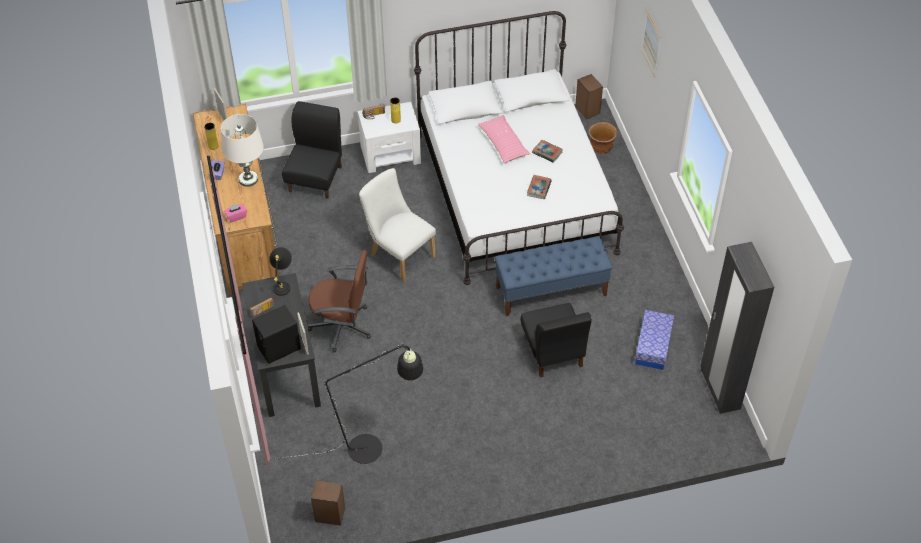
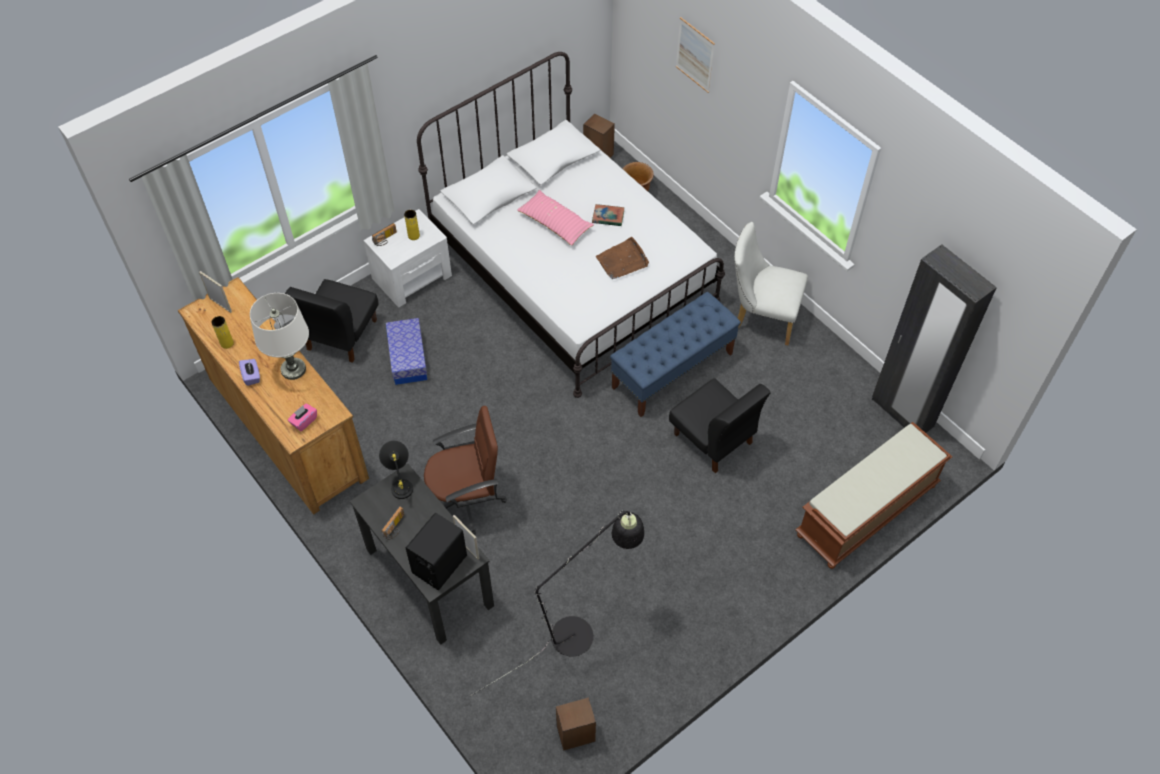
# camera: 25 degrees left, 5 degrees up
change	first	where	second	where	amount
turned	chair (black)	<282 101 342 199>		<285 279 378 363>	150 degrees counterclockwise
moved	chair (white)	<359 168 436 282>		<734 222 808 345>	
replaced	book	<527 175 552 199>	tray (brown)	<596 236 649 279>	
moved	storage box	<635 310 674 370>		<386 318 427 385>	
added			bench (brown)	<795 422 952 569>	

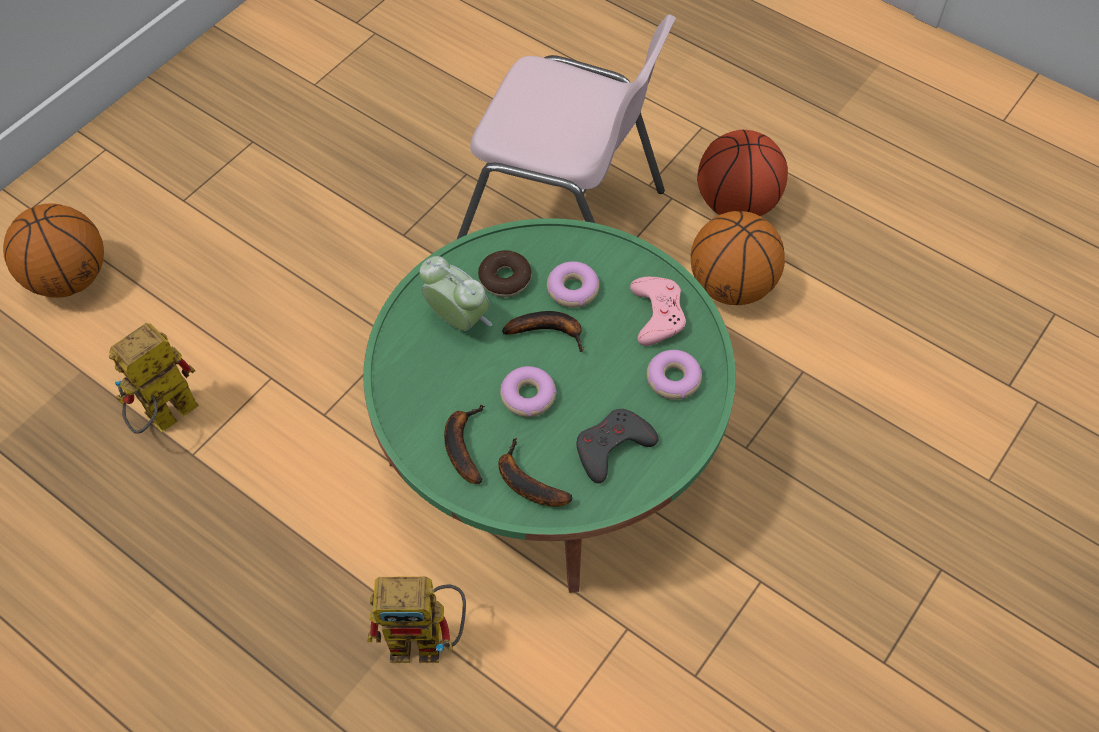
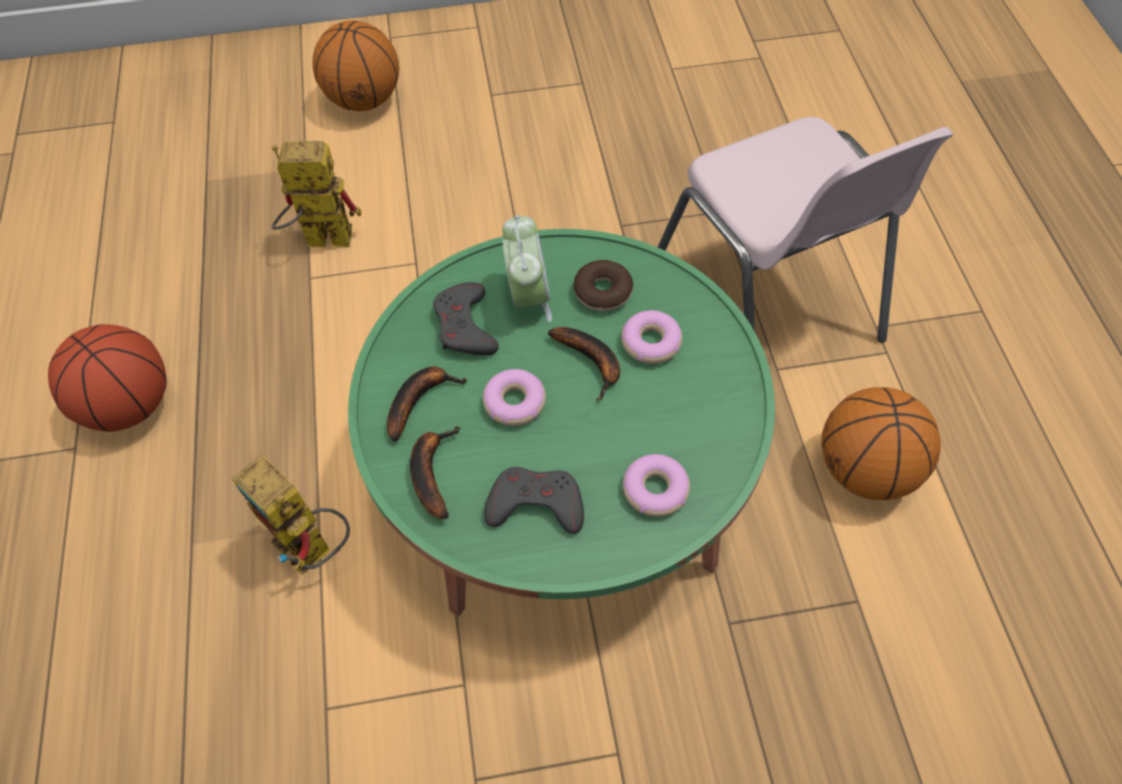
# camera: 45 degrees right, 0 degrees up
change	first	where	second	where	amount
removed	game controller (pink)	<630 277 686 346>			
moved	basketball	<697 130 788 216>		<48 324 167 432>	
added			game controller (grey)	<433 282 499 356>	

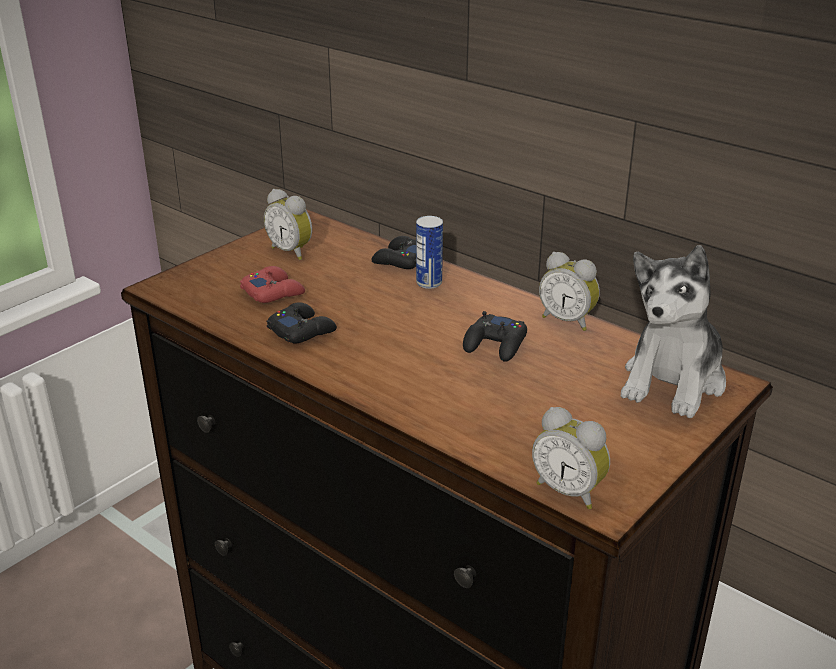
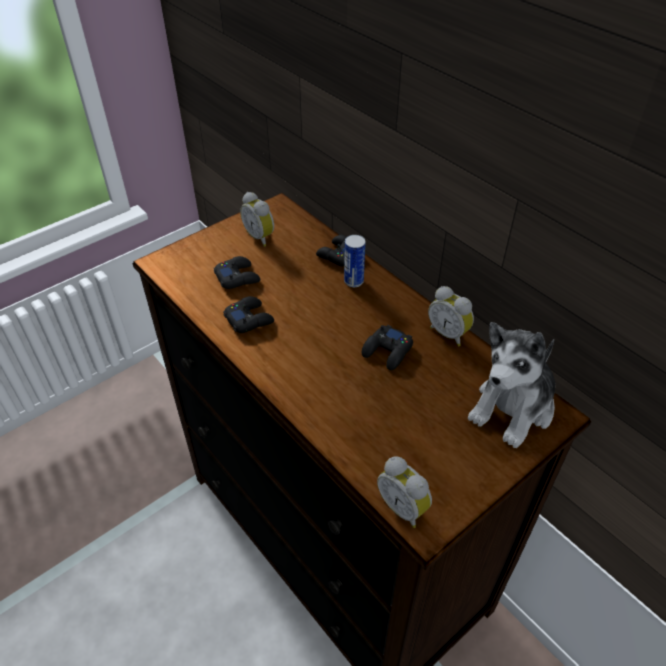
# camera: 10 degrees right, 15 degrees up
change	first	where	second	where	amount
recoloured	game controller (red)	<240 266 305 303>	game controller (black)	<214 256 260 289>	

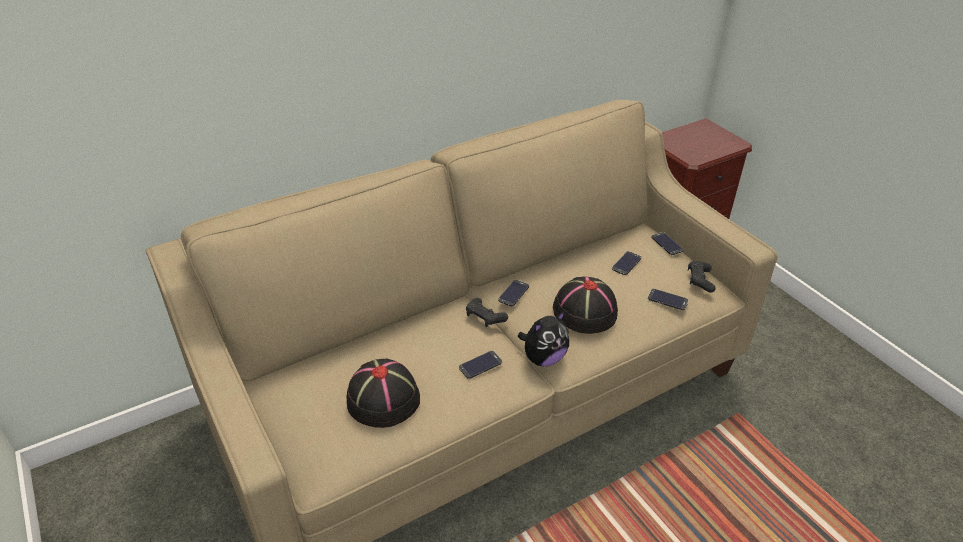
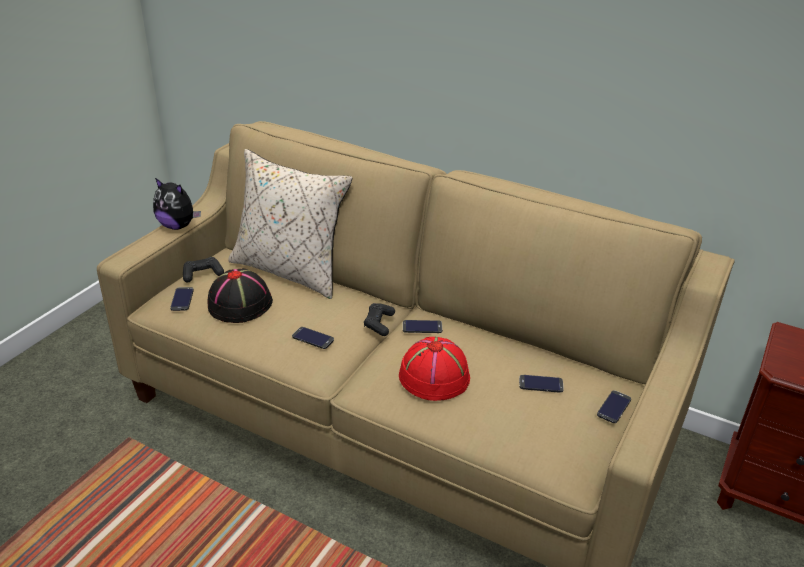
# camera: 60 degrees right, 5 degrees down
change	first	where	second	where	amount
moved	plush toy	<518 311 569 366>		<153 178 201 230>	
recoloured	hat (black)	<553 277 618 334>	hat (red)	<399 337 470 401>	
moved	phone	<648 289 688 310>		<170 287 194 311>	
moved	game controller (black)	<688 261 716 293>		<183 257 224 282>	
added			pillow (beige)	<228 149 352 299>	

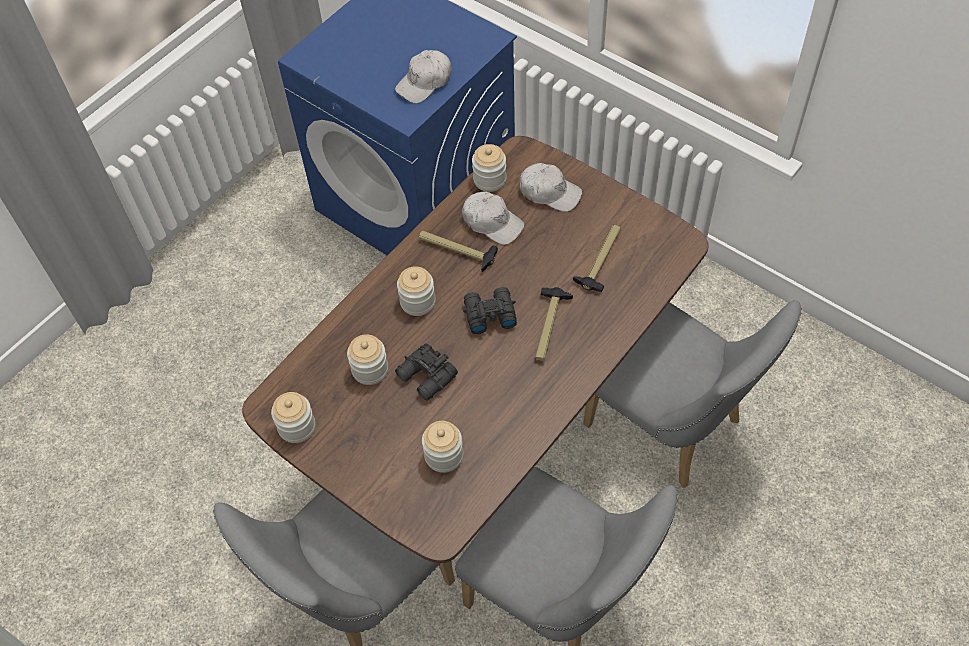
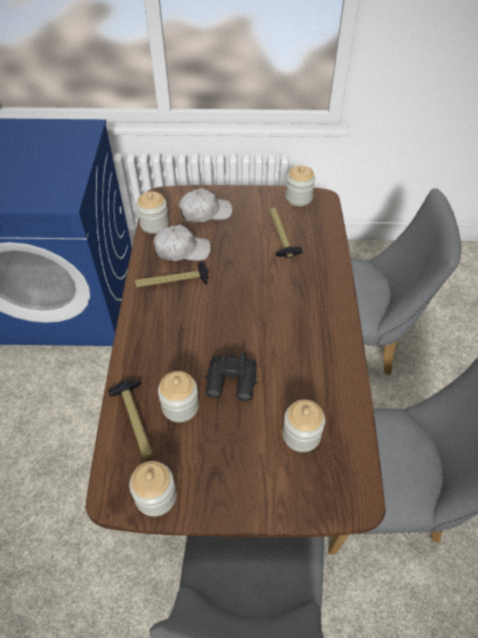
# camera: 40 degrees left, 5 degrees down
change	first	where	second	where	amount
removed	cap (white)	<395 50 452 103>			
moved	jar	<397 266 436 316>		<285 165 315 206>	
removed	binoculars (black)	<463 287 517 334>			
moved	hammer	<535 287 573 361>		<108 380 153 459>	

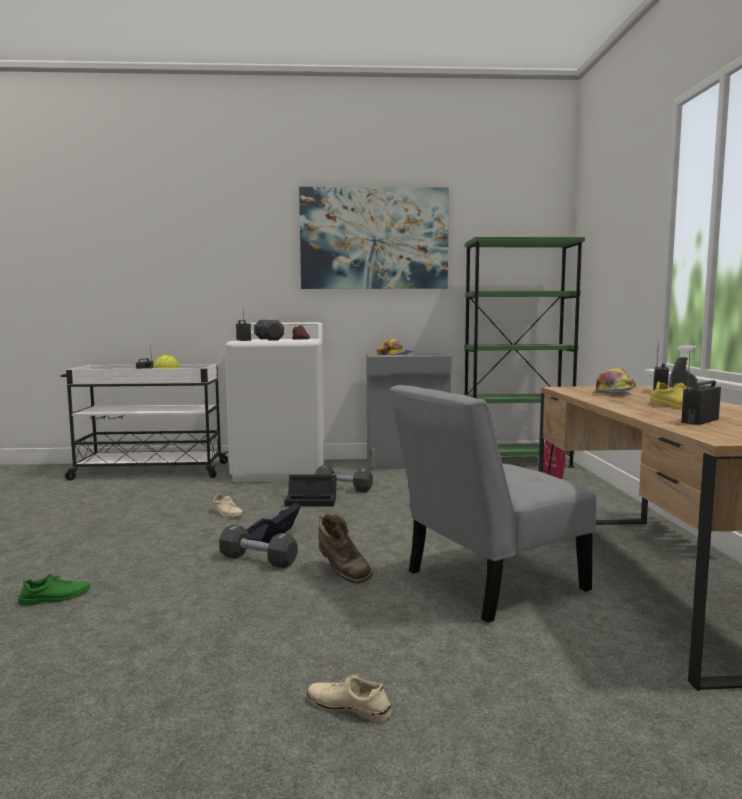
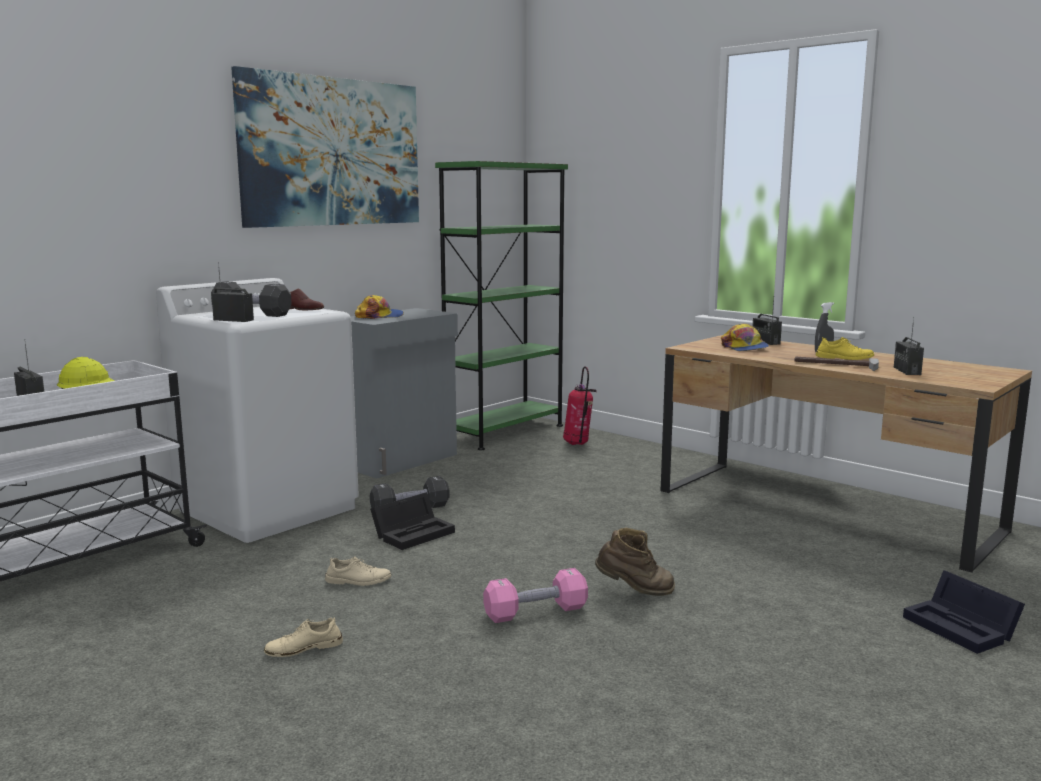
# camera: 45 degrees left, 5 degrees up
change	first	where	second	where	amount
removed	shoe (green)	<18 574 91 606>			
recoloured	dumbbell (black)	<219 525 298 568>	dumbbell (pink)	<483 568 588 623>	
moved	storage box (black)	<246 503 301 544>		<903 570 1025 654>	
moved	shoe (beige)	<307 674 391 722>		<264 617 343 657>	
removed	chair (grey)	<389 385 597 623>			
added			hammer	<794 357 879 371>	

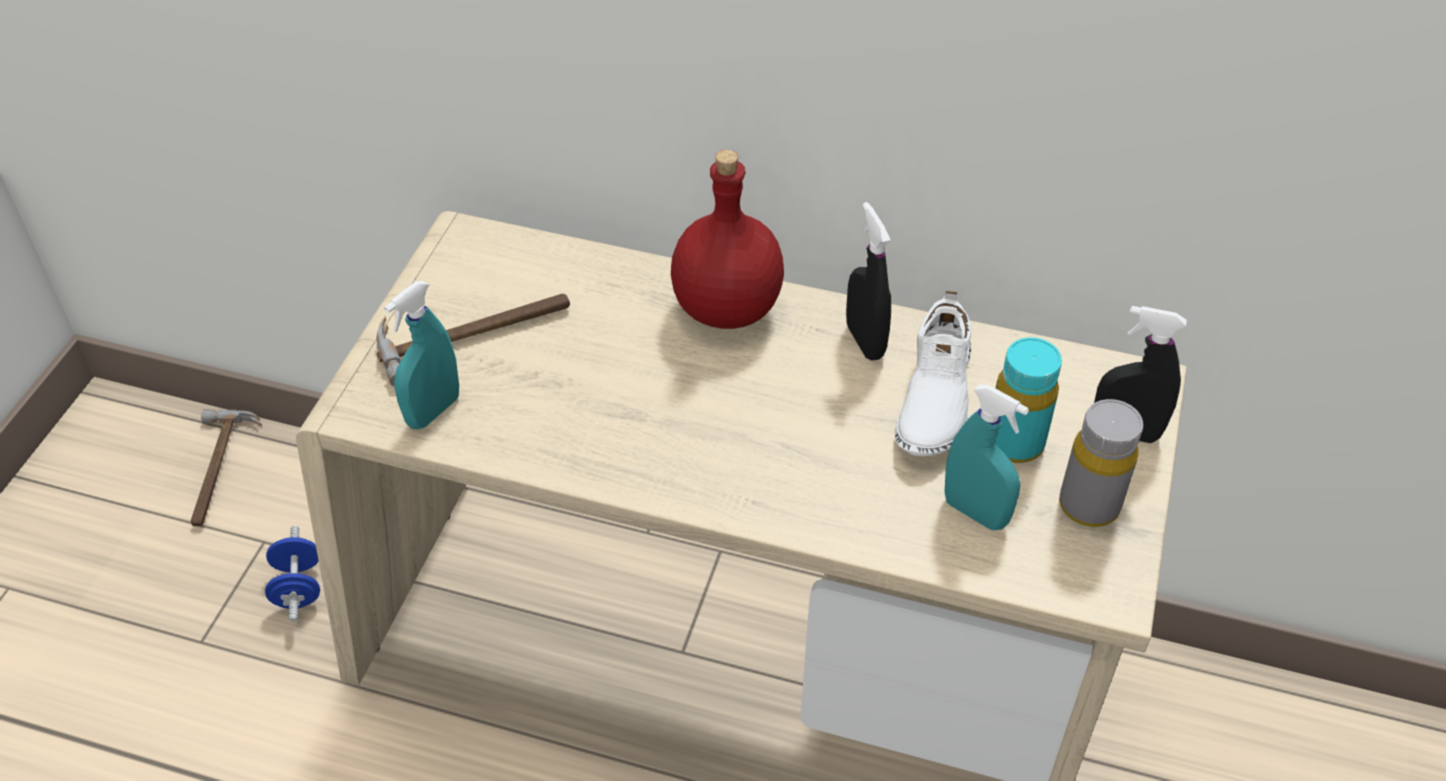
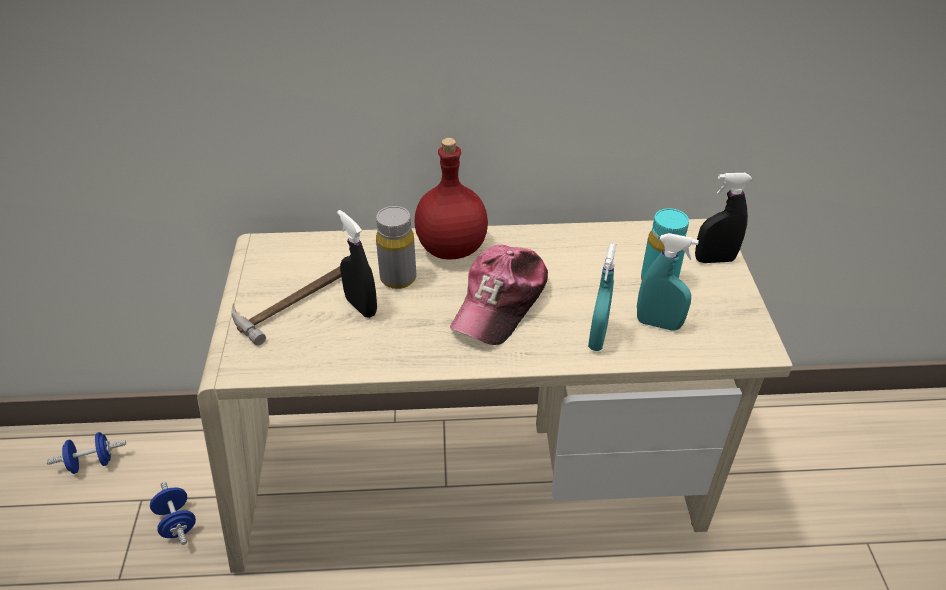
# camera: 20 degrees left, 5 degrees down
change	first	where	second	where	amount
replaced	hammer	<191 409 262 526>	dumbbell (blue)	<46 432 126 474>	
moved	spray bottle (turquoise)	<384 281 459 429>		<588 243 616 351>	
moved	spray bottle (black)	<846 202 891 360>		<337 210 377 318>	
removed	shoe (white)	<895 291 971 456>			
moved	bottle (grey)	<1059 399 1143 527>		<376 206 416 289>	
added			cap	<450 245 548 345>	

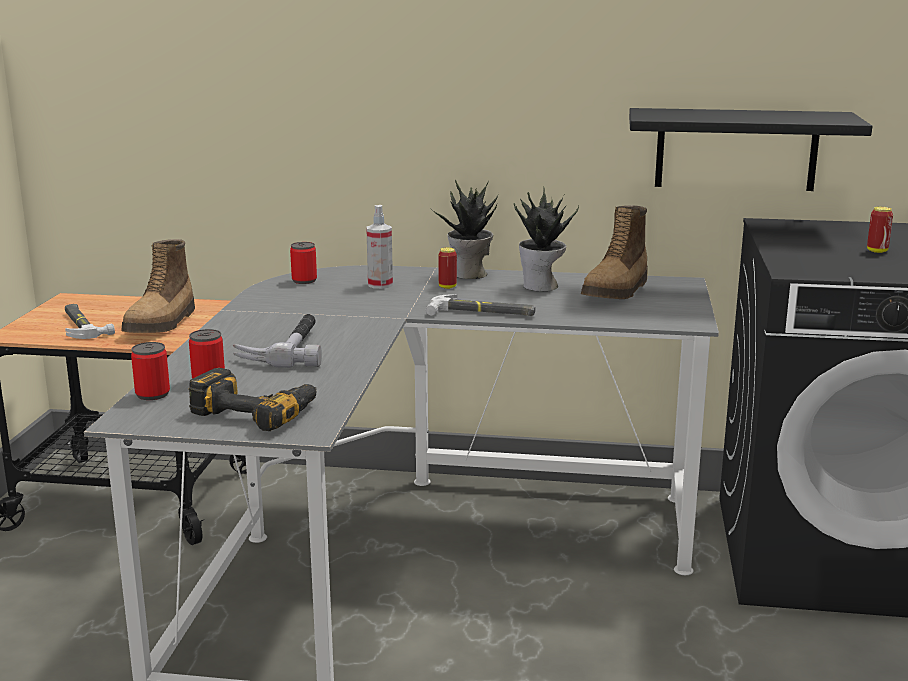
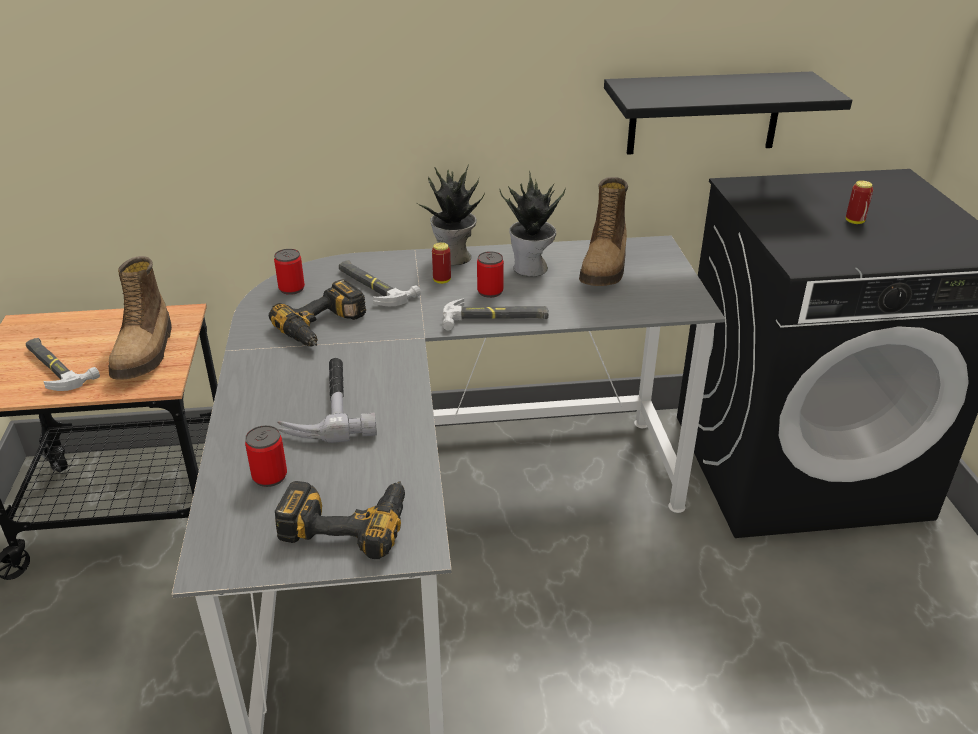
# camera: 15 degrees left, 15 degrees up
change	first	where	second	where	amount
moved	can	<131 342 170 400>		<477 251 504 298>	
replaced	spray bottle	<366 205 393 289>	hammer	<339 260 421 306>	
added			power drill	<269 279 366 347>	

